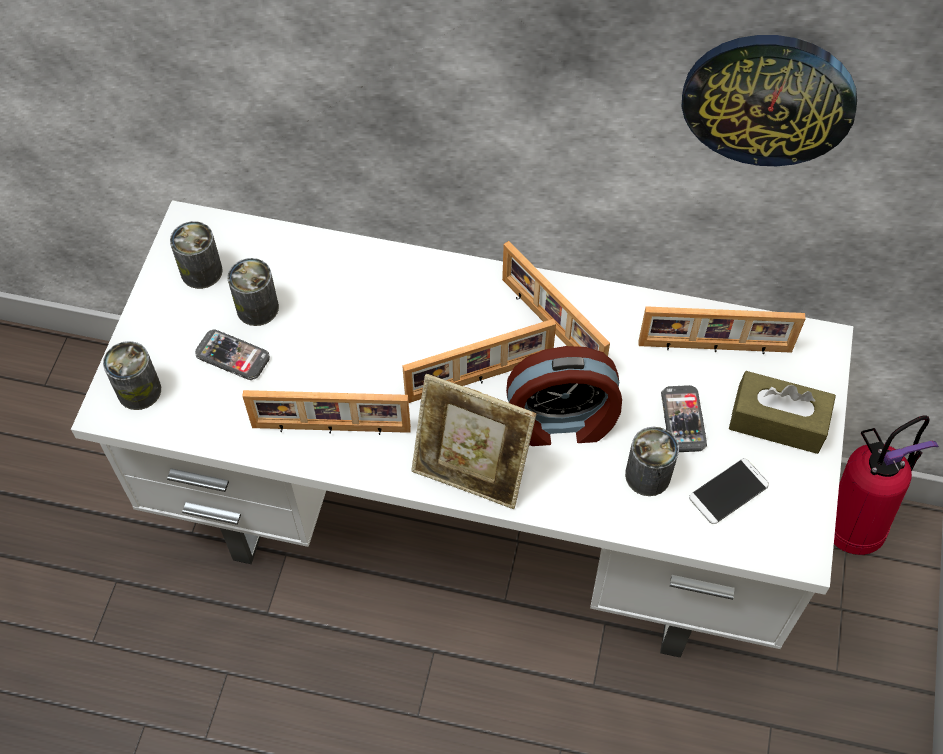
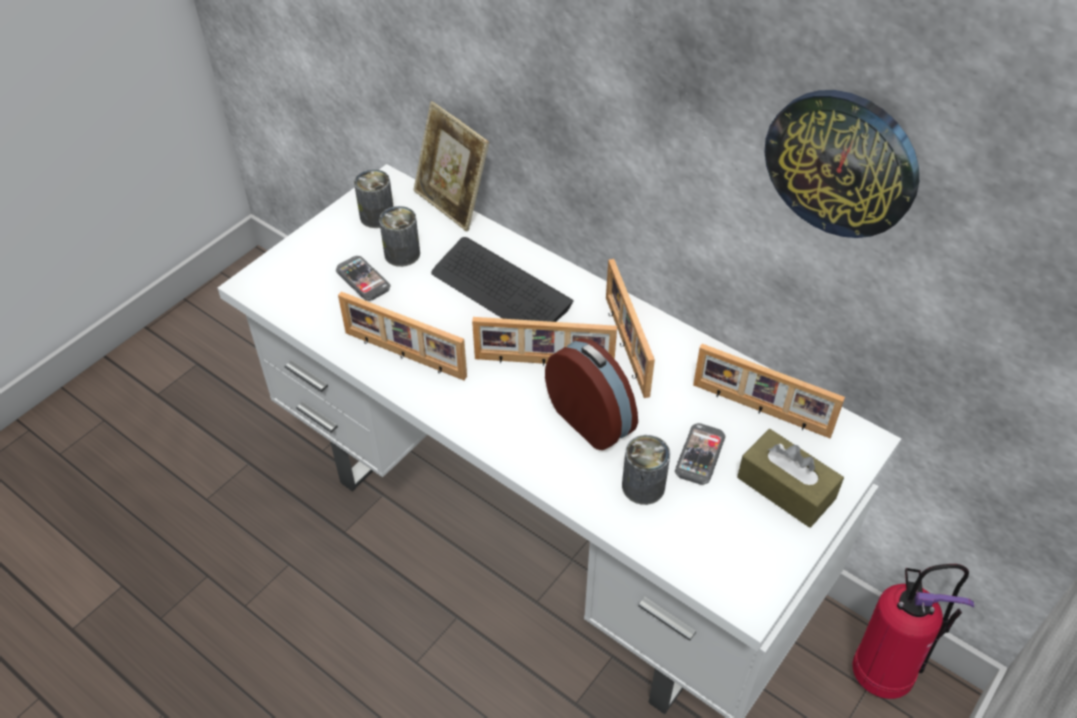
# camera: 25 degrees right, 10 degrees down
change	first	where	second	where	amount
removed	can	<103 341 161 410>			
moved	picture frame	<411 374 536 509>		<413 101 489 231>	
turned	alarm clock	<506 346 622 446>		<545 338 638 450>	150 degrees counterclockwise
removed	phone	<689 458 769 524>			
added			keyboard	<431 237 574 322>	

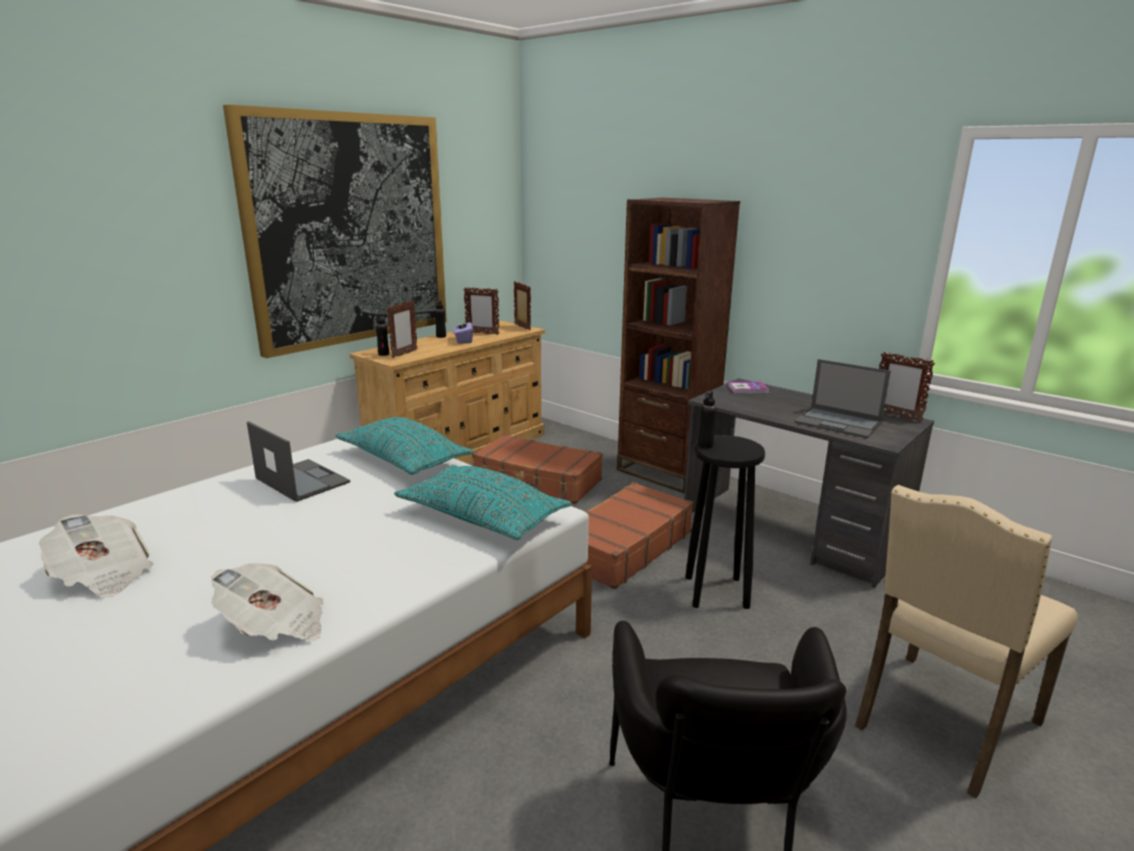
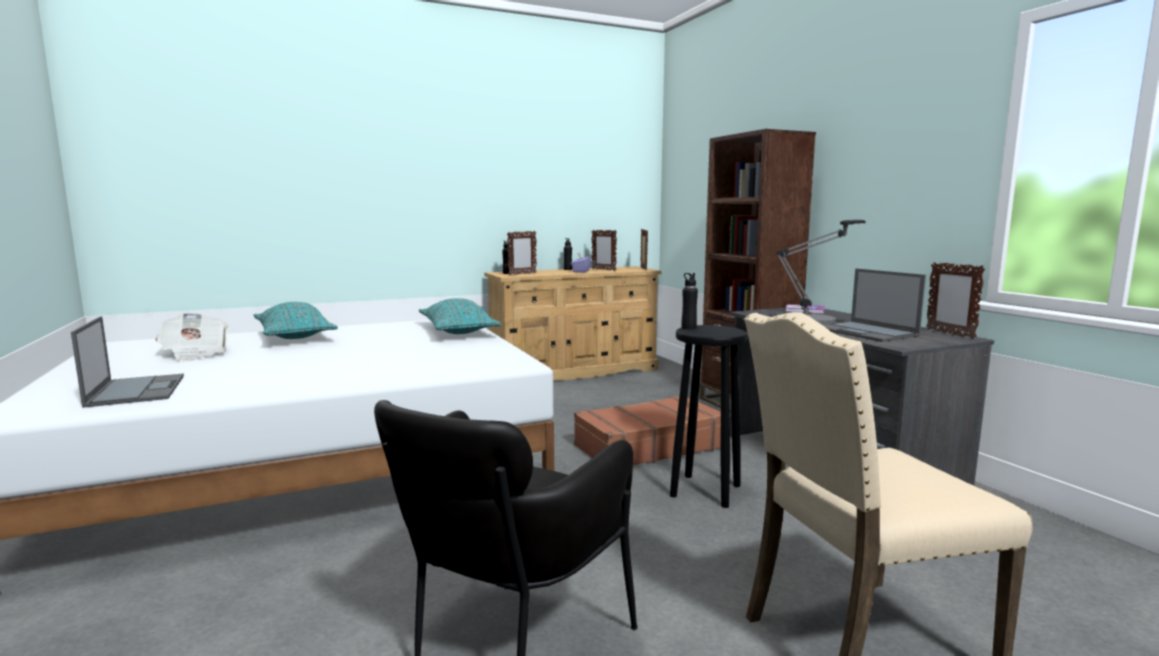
# camera: 25 degrees right, 10 degrees down
change	first	where	second	where	amount
removed	newspaper	<211 563 324 641>			
removed	picture	<223 105 447 358>			
moved	laptop	<247 421 350 502>		<71 316 184 408>	
moved	pillow (turquoise)	<394 465 572 540>		<253 302 338 339>	
removed	suitcase (brown)	<472 434 603 504>			
added			table lamp	<776 220 866 325>	

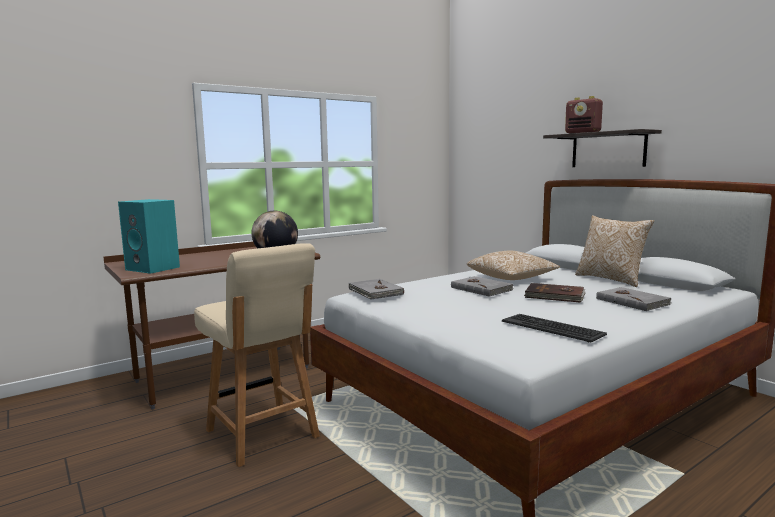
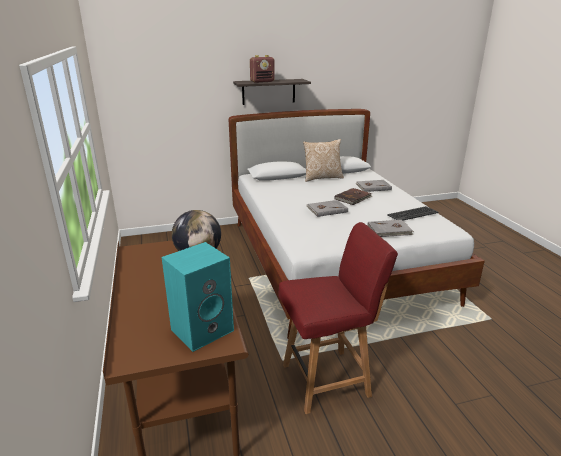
# camera: 70 degrees left, 15 degrees up
change	first	where	second	where	amount
recoloured	chair (beige)	<194 243 320 467>	chair (red)	<278 222 398 414>	
moved	book (grey)	<348 279 404 300>		<367 220 414 237>	
removed	pillow	<467 250 560 280>			

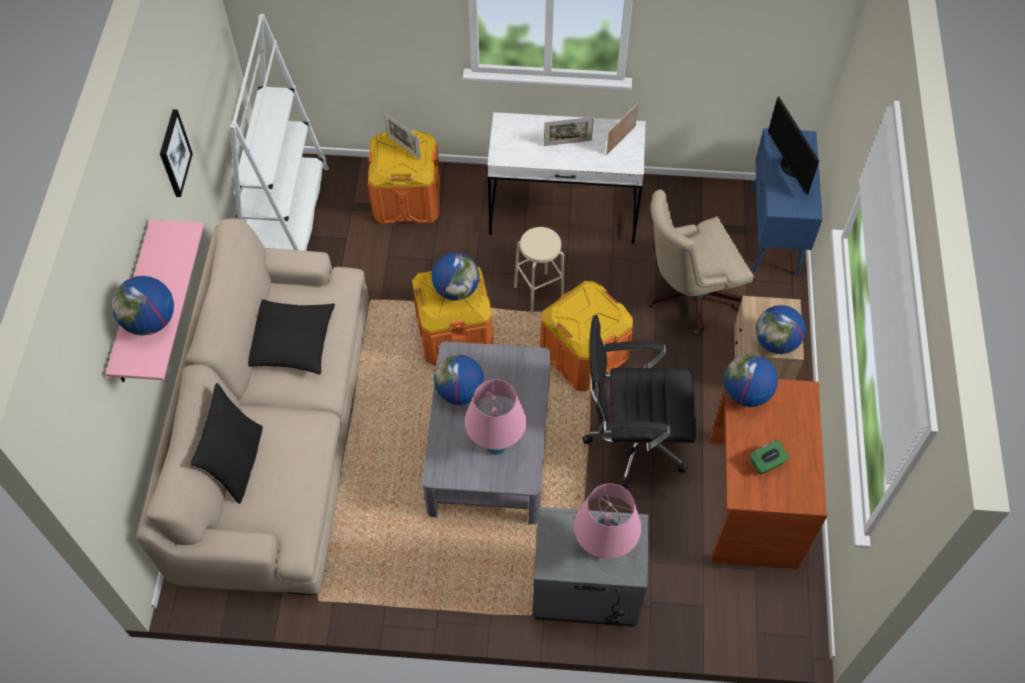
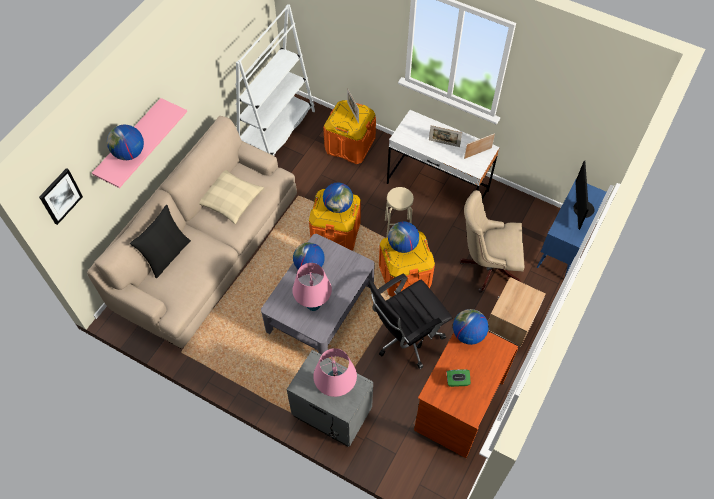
# camera: 25 degrees right, 0 degrees up
change	first	where	second	where	amount
moved	picture	<160 109 193 197>		<39 168 83 225>	
recoloured	pillow (black)	<248 299 335 375>	pillow (beige)	<199 170 264 224>	
turned	office chair (black)	<582 315 696 489>		<368 274 452 369>	60 degrees counterclockwise
moved	globe	<756 305 806 354>		<388 222 419 253>	

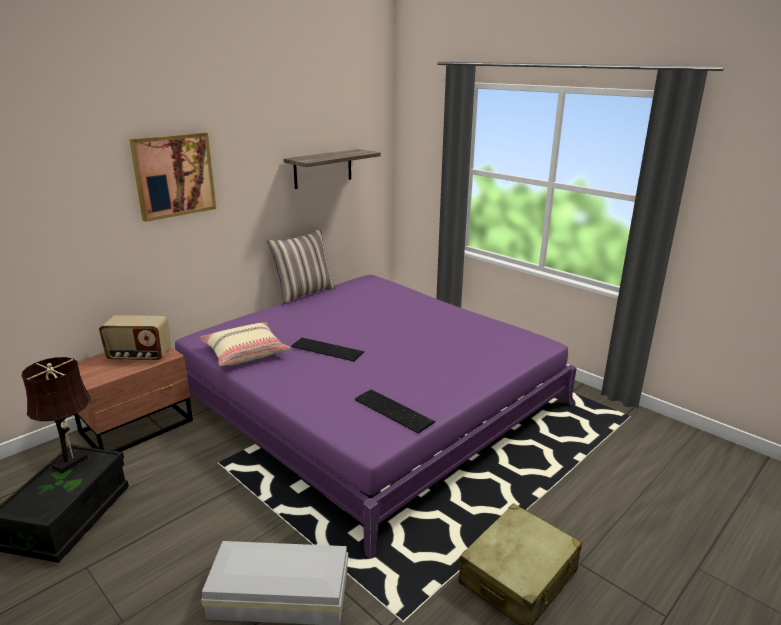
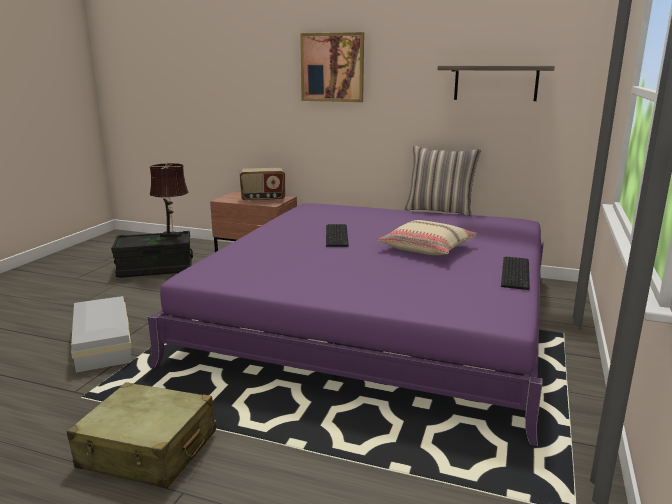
# camera: 65 degrees right, 5 degrees down
change	first	where	second	where	amount
turned	radio	<99 315 171 361>		<240 168 285 202>	75 degrees counterclockwise
moved	pillow (beige)	<200 322 291 366>		<377 220 477 255>	
moved	keyboard	<355 390 435 433>		<501 257 530 290>	

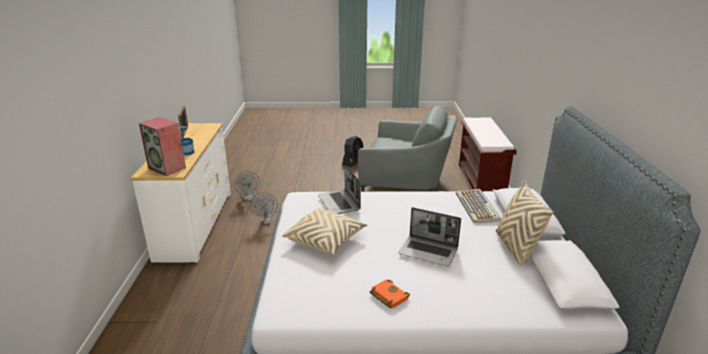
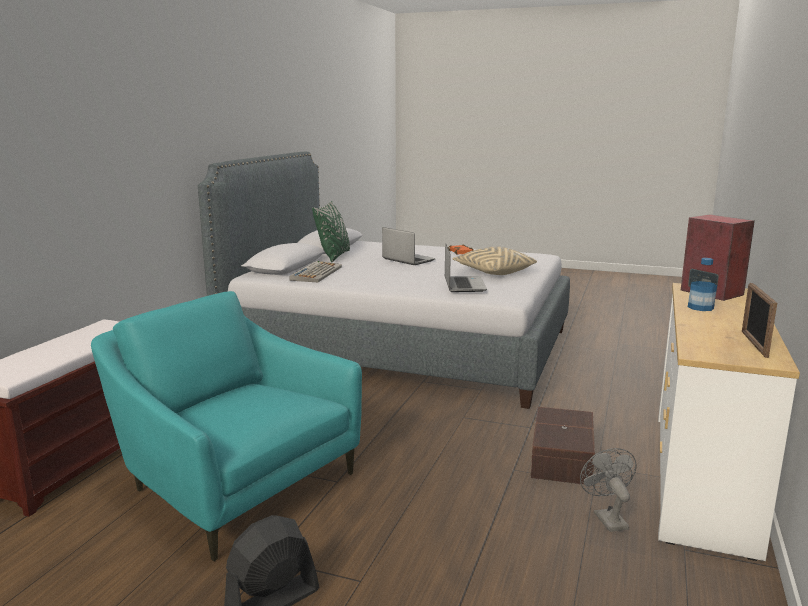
# camera: 160 degrees left, 10 degrees down
change	first	where	second	where	amount
replaced	fan (grey)	<250 192 278 225>	storage box (brown)	<531 407 595 485>	
recoloured	armchair (grey)	<358 106 457 192>	armchair (turquoise)	<91 291 362 561>	
recoloured	pillow (beige)	<496 180 554 267>	pillow (green)	<312 201 350 263>	

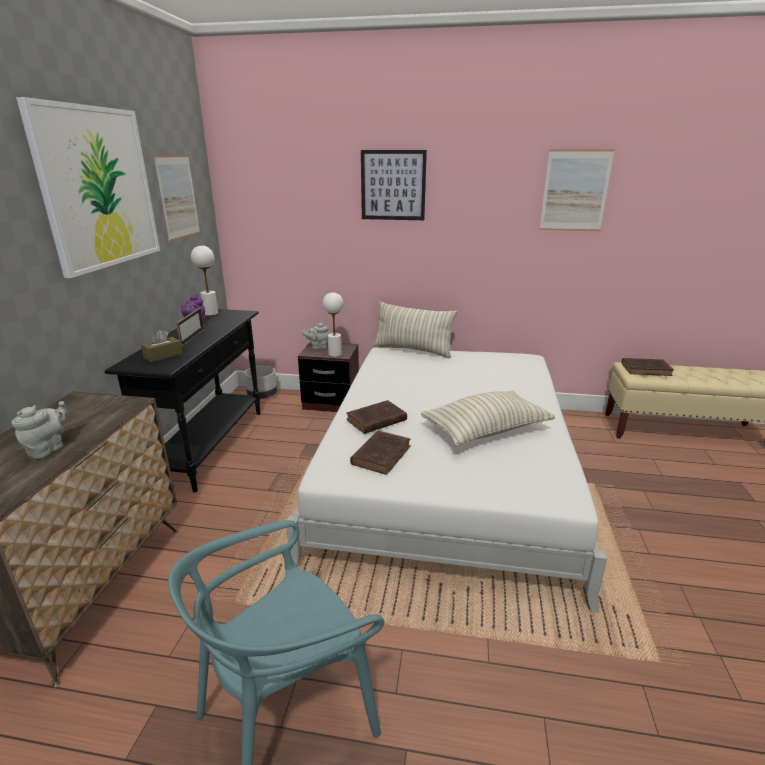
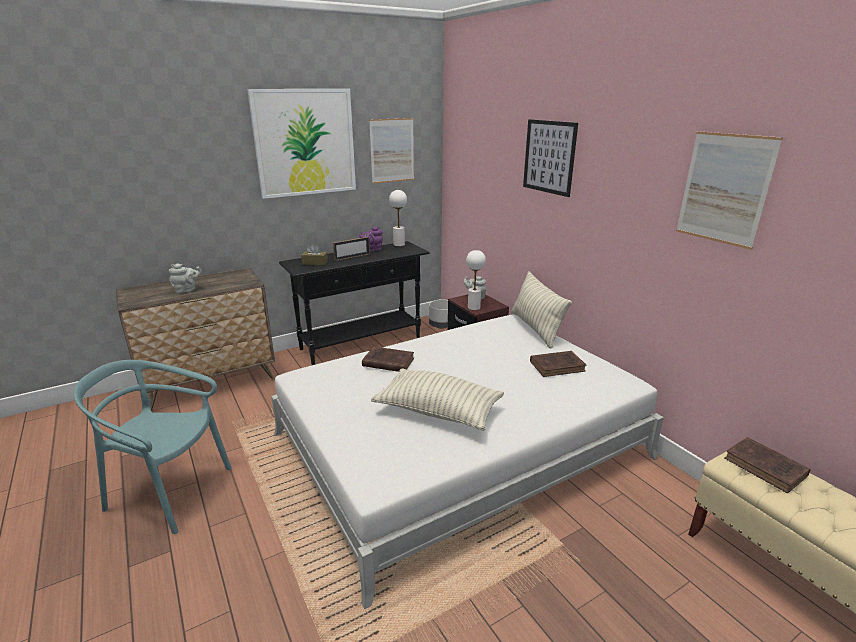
# camera: 50 degrees right, 0 degrees up
change	first	where	second	where	amount
moved	book (brown)	<350 430 411 475>		<530 351 587 377>	

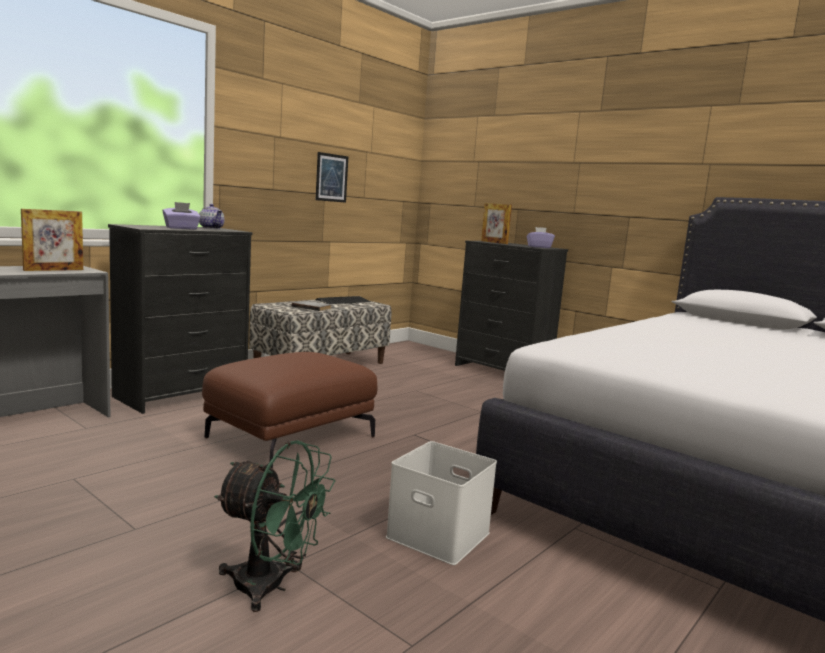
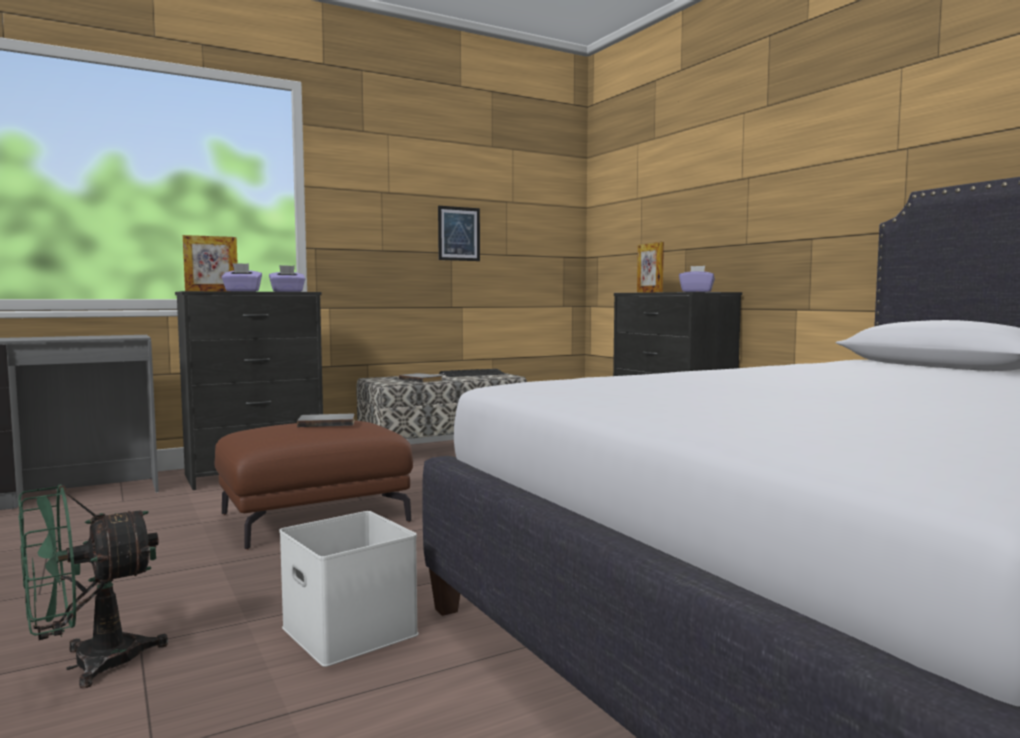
# camera: 20 degrees right, 5 degrees down
change	first	where	second	where	amount
moved	picture frame	<21 209 83 271>		<183 235 239 292>	
replaced	teapot	<199 204 225 229>	tissue box (purple)	<269 265 305 292>	
turned	fan (green)	<214 440 335 612>		<18 485 168 689>	105 degrees clockwise
added			book (grey)	<297 414 355 427>	

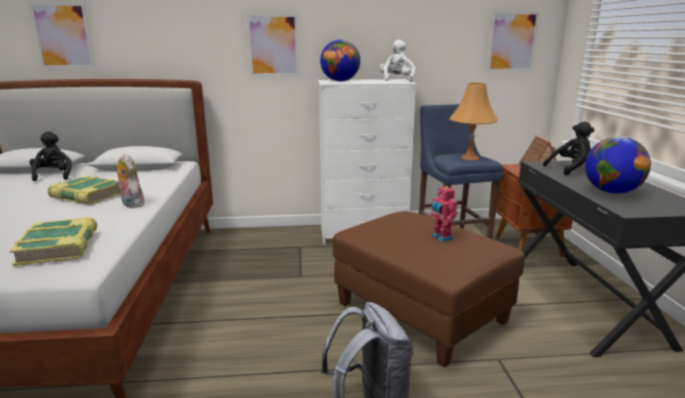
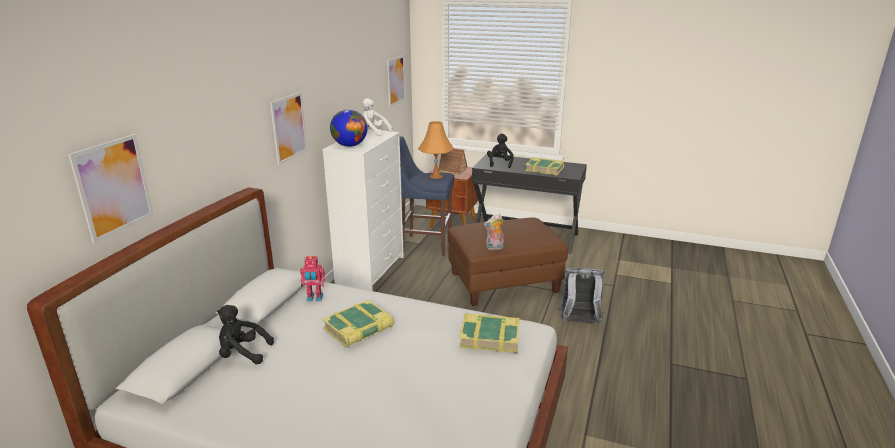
# camera: 65 degrees left, 5 degrees up
change	first	where	second	where	amount
moved	plush toy	<115 153 144 208>		<484 214 504 250>	
moved	toy robot	<430 185 458 242>		<300 256 325 301>	
replaced	globe	<585 137 651 194>	book	<525 157 564 175>	

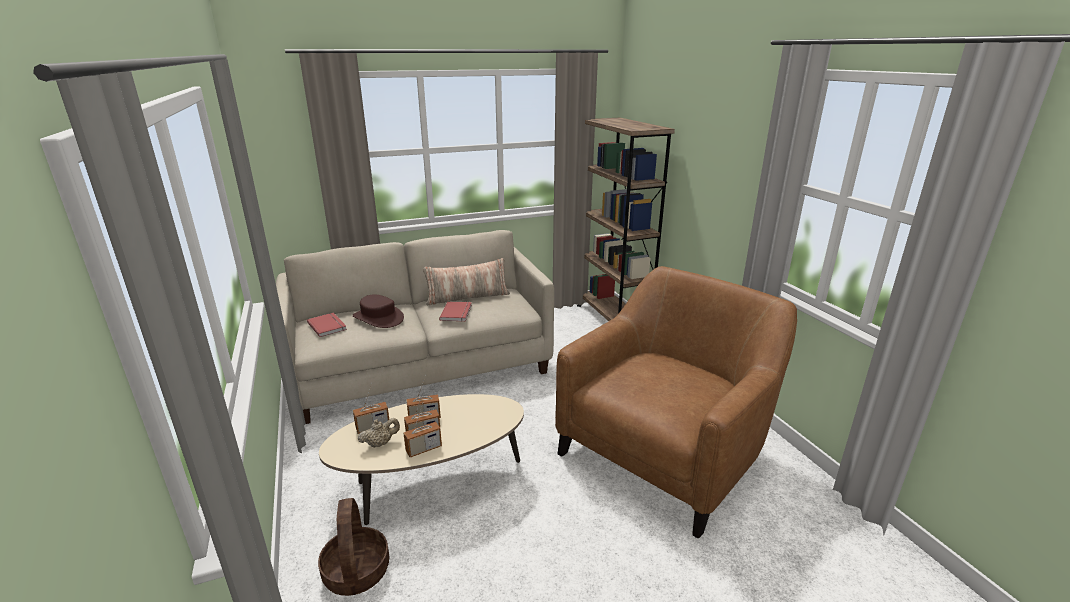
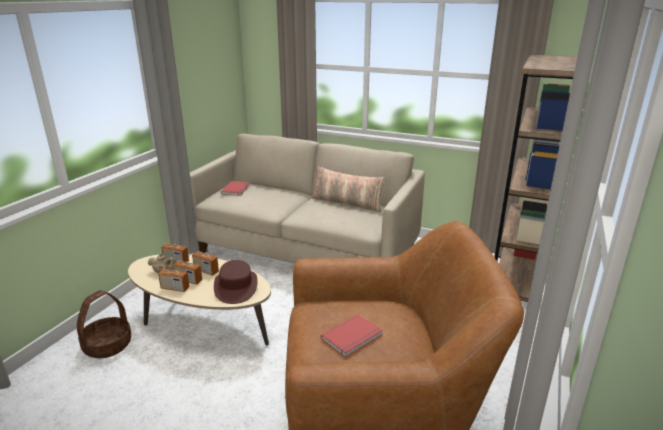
# camera: 45 degrees right, 0 degrees up
change	first	where	second	where	amount
moved	hat (brown)	<353 294 404 328>		<214 260 258 304>	
moved	book (red)	<439 302 472 322>		<321 314 383 357>	

